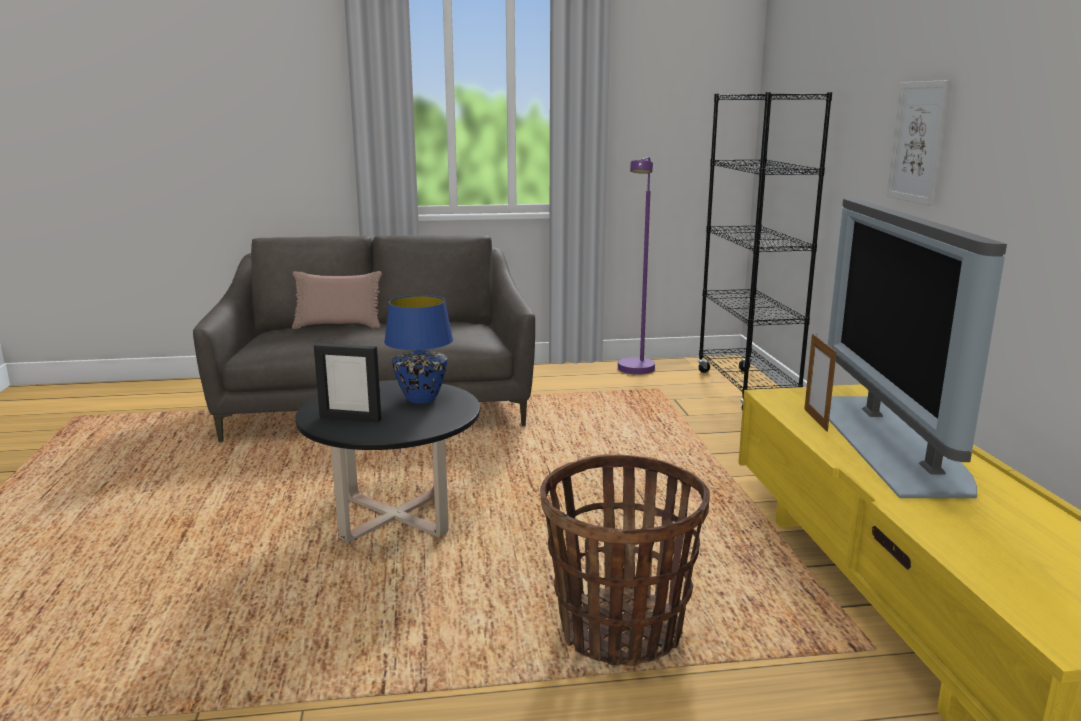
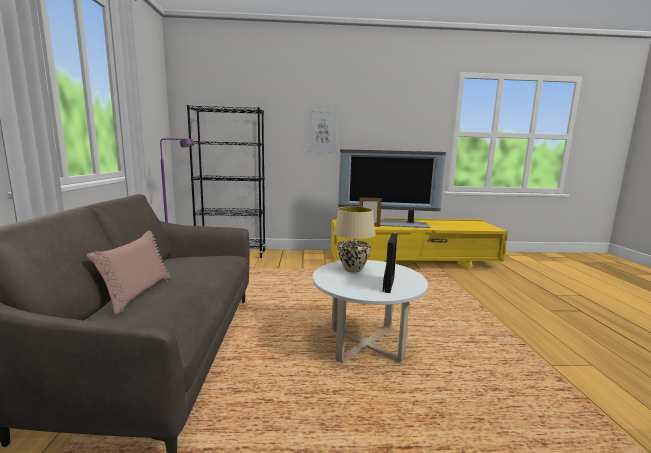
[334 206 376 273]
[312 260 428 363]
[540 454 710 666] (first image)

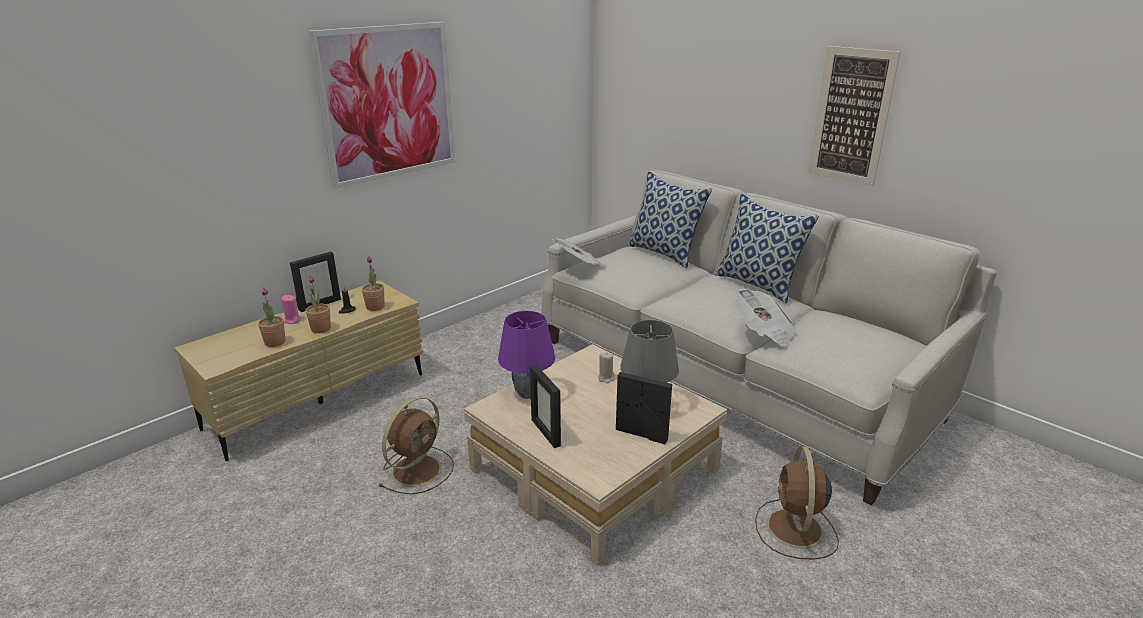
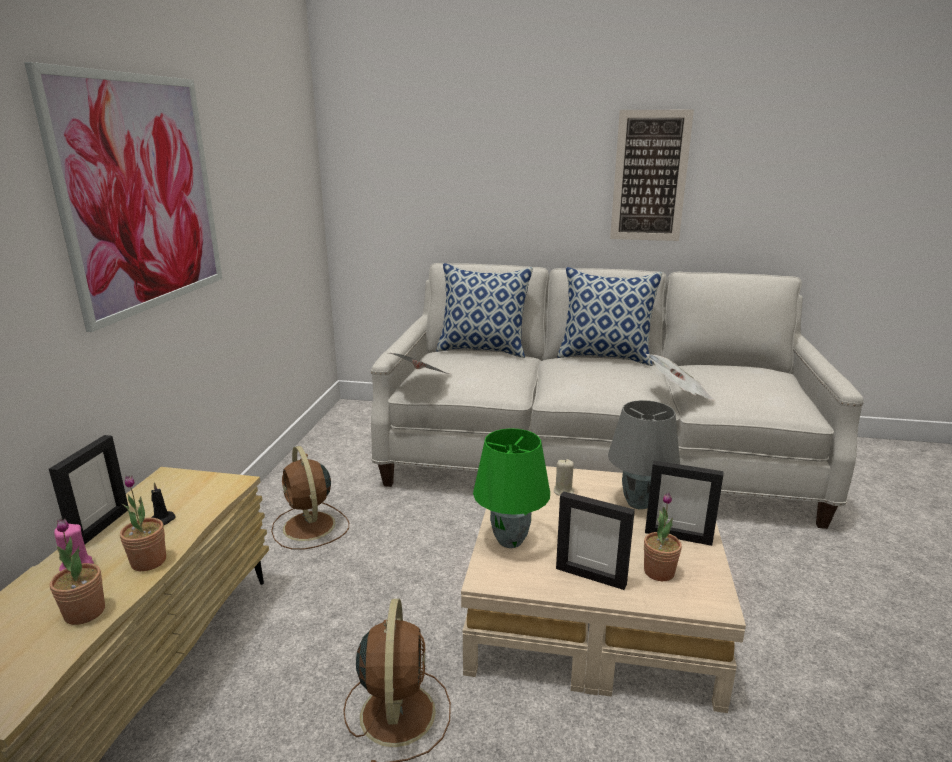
[644 492 682 581]
[473 428 550 548]
[645 460 723 546]
[271 446 349 550]

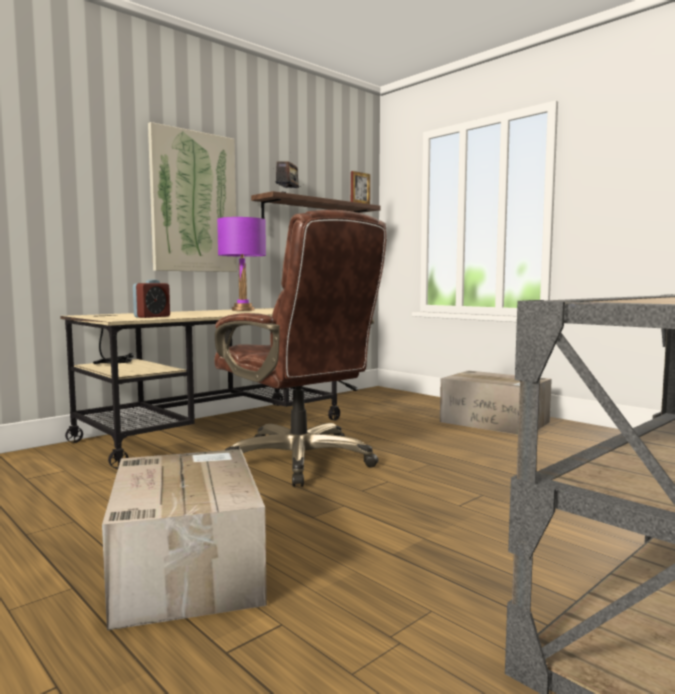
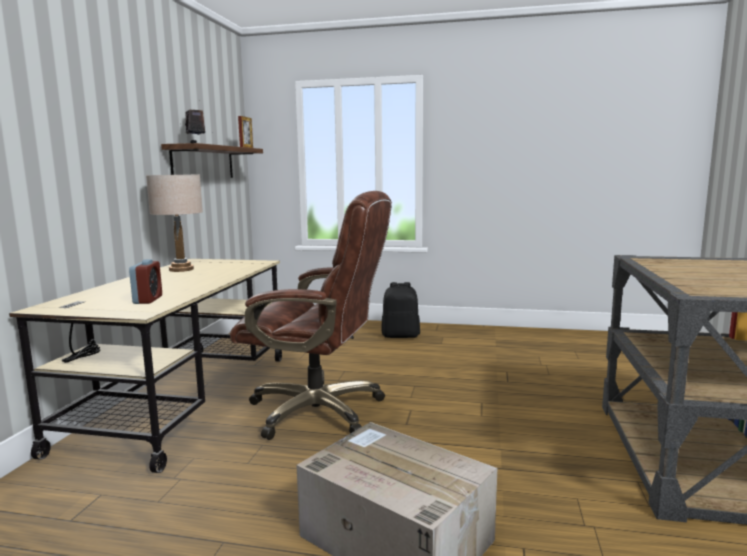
[148 122 237 272] (first image)
[146 175 203 272]
[381 282 420 338]

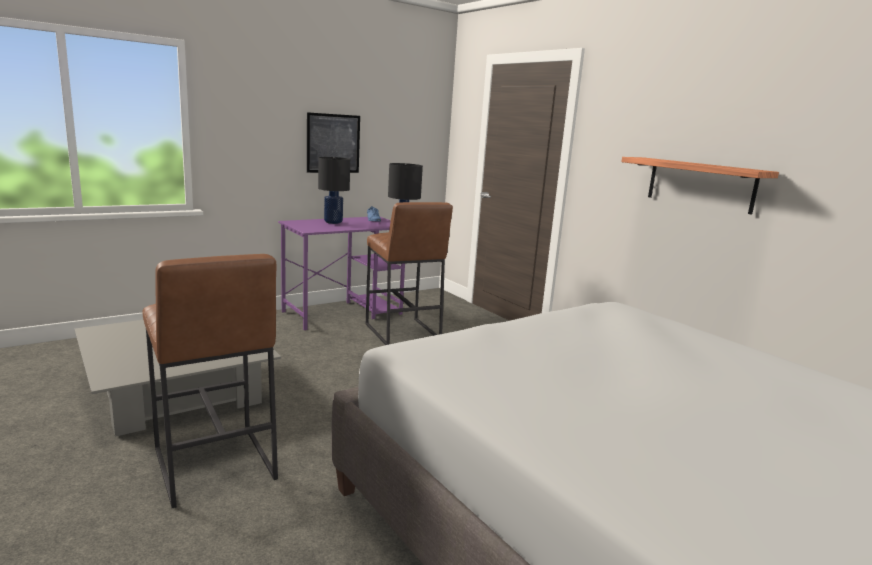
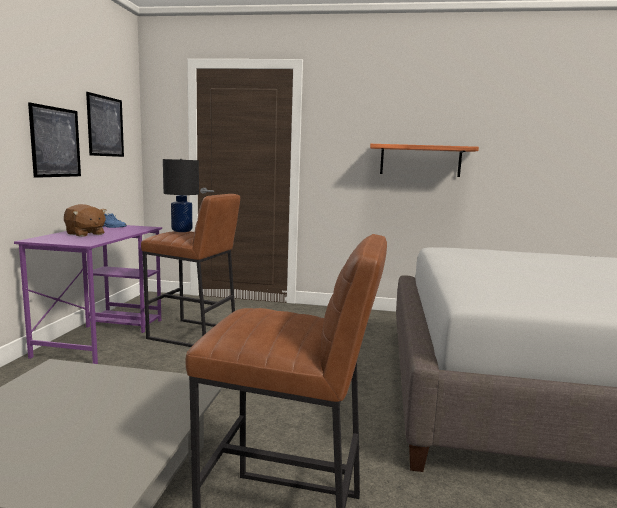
[64 204 107 237]
[86 92 124 157]

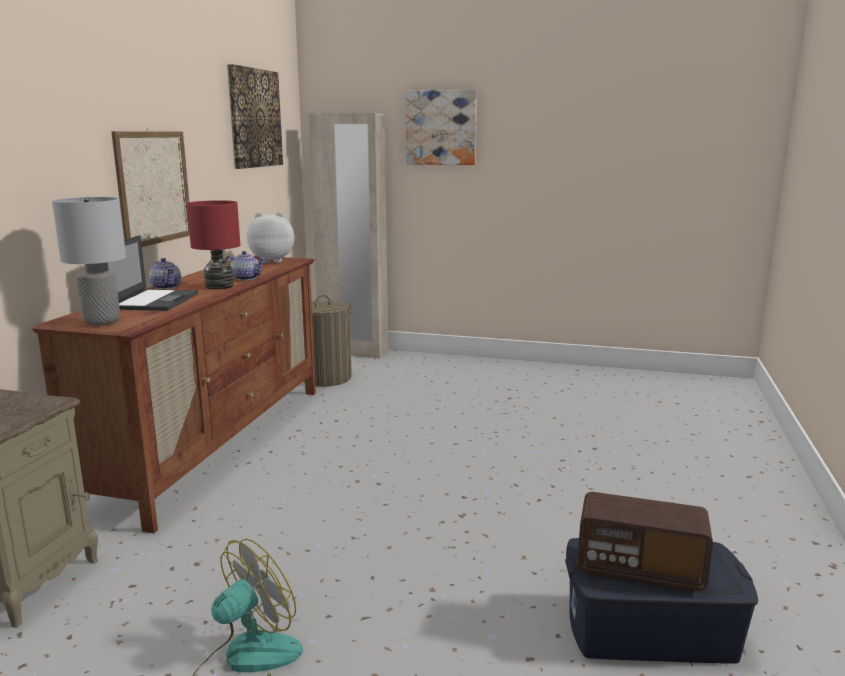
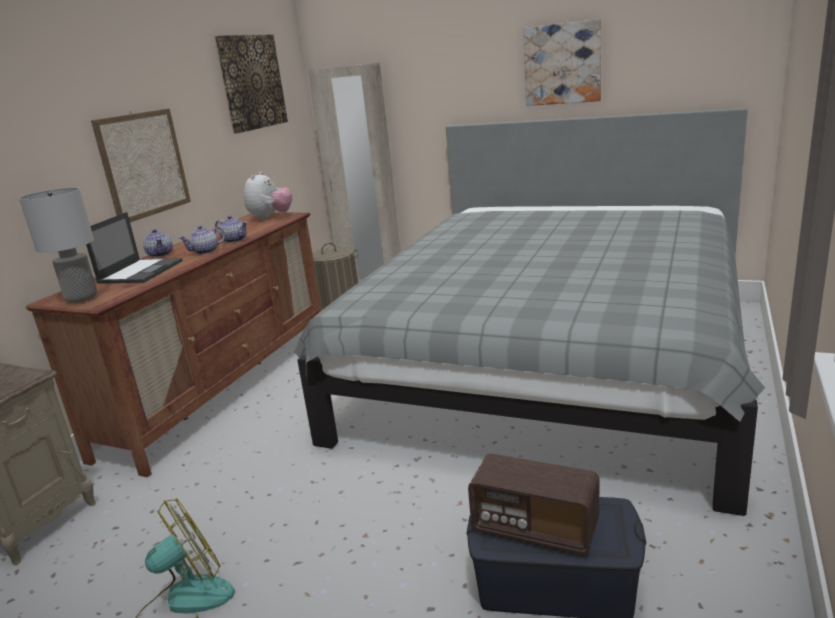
[523 19 601 106]
[179 226 225 254]
[244 171 292 220]
[294 108 765 516]

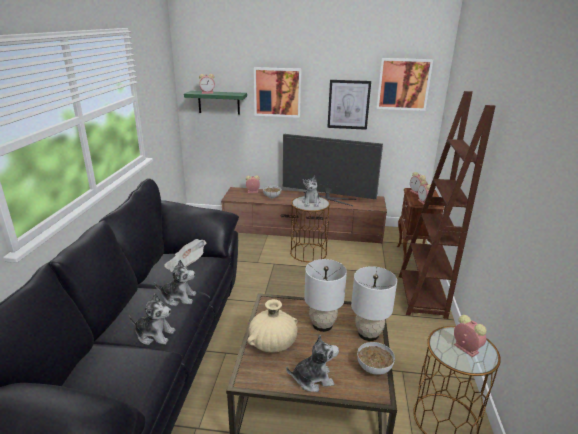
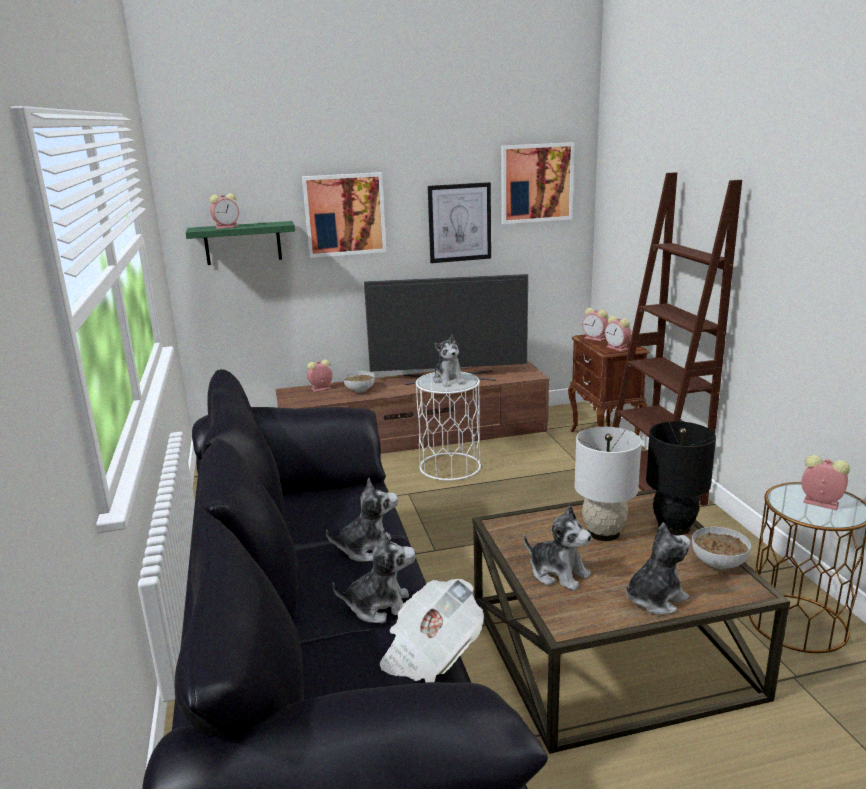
[416 372 481 481]
[380 579 484 683]
[646 421 716 535]
[524 506 592 591]

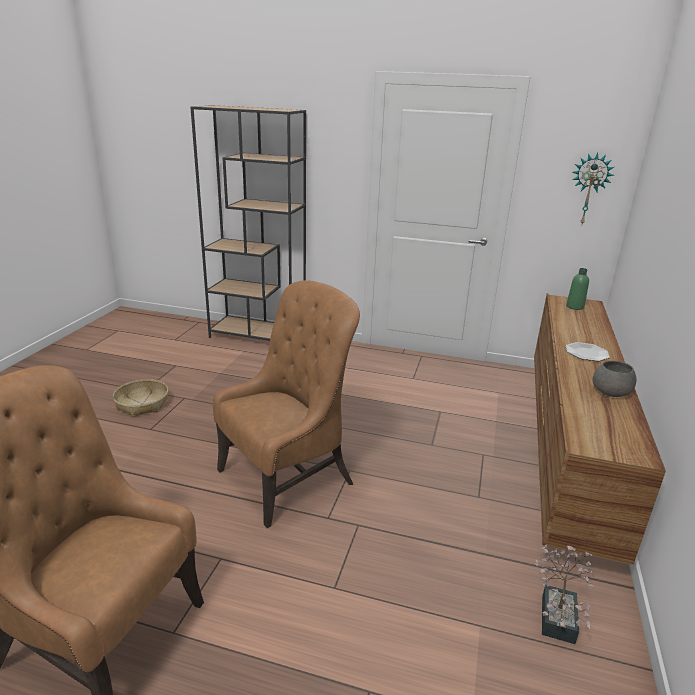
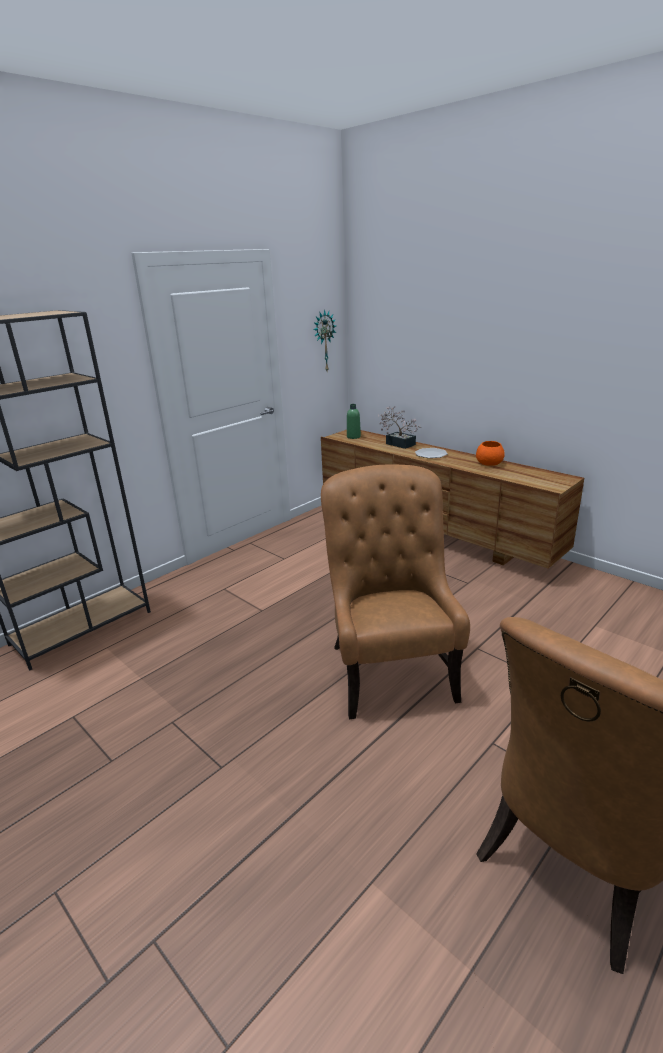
[476 441 505 466]
[113 379 168 417] (first image)
[378 406 422 449]

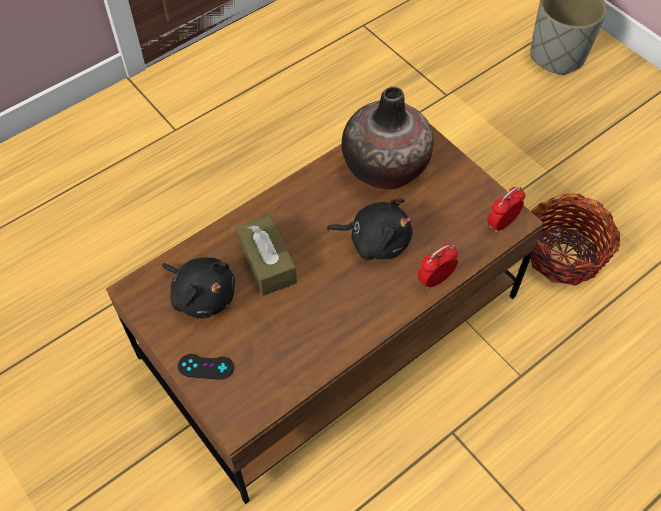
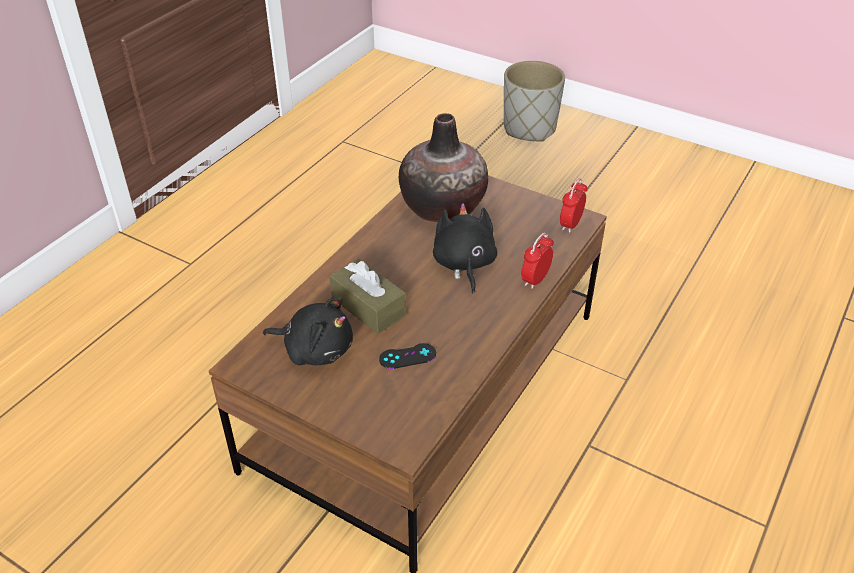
[530 194 620 286] (first image)
[433 203 497 294]
[379 343 436 369]

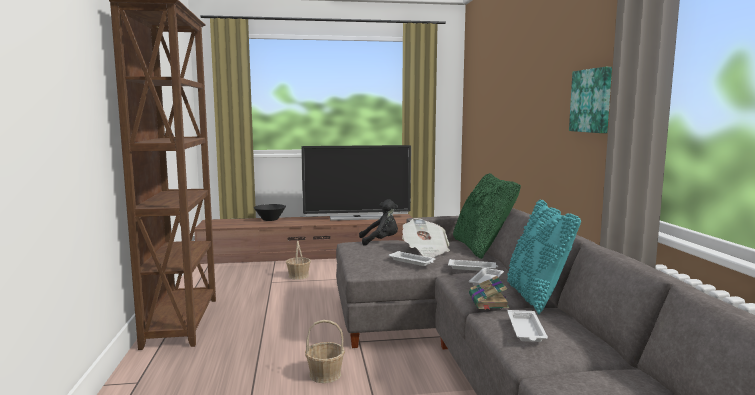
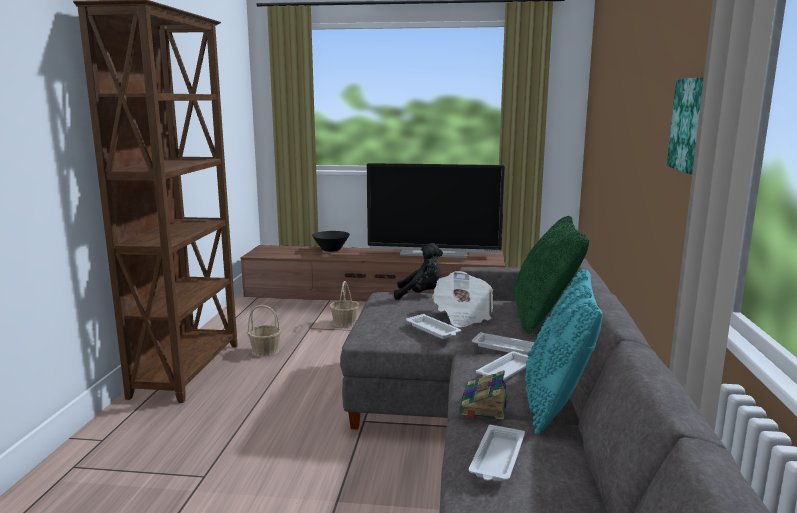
[247 305 281 357]

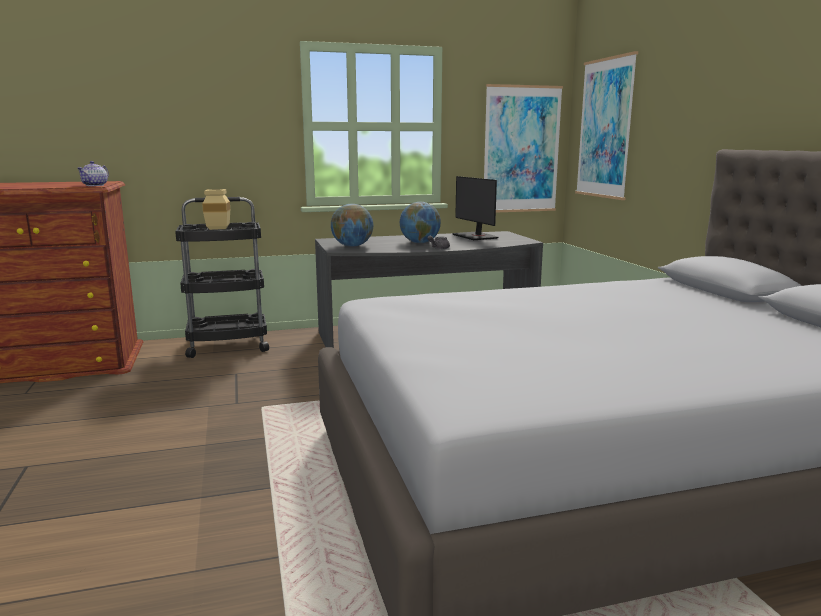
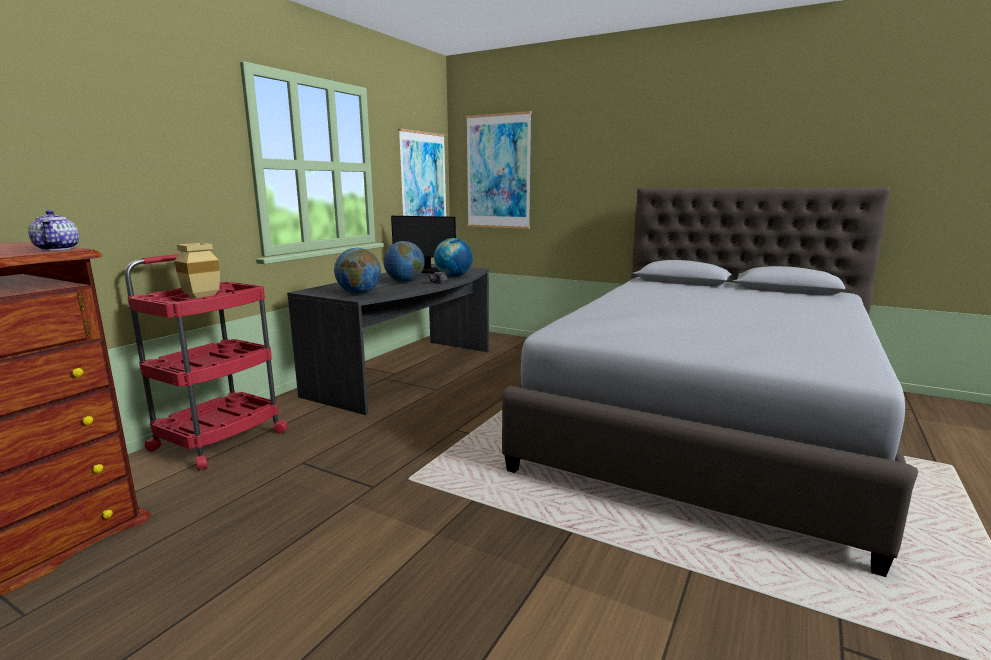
[125 254 288 470]
[434 238 473 277]

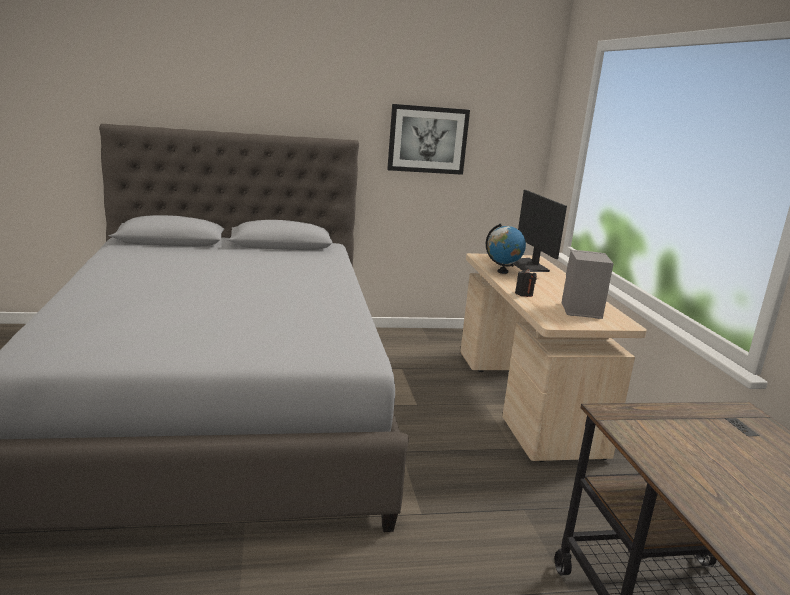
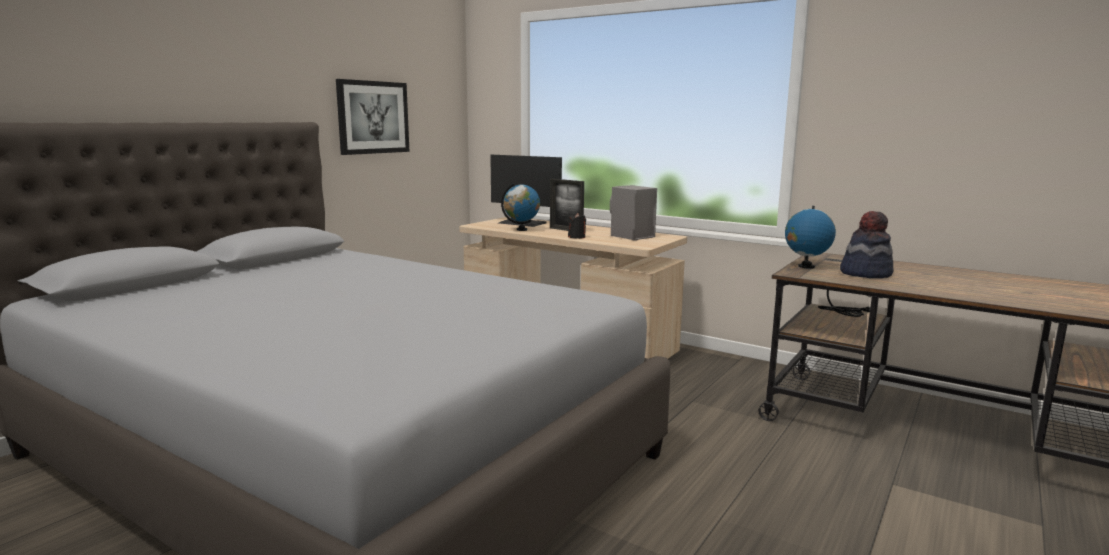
[550 179 584 231]
[785 206 836 269]
[840 211 894 278]

